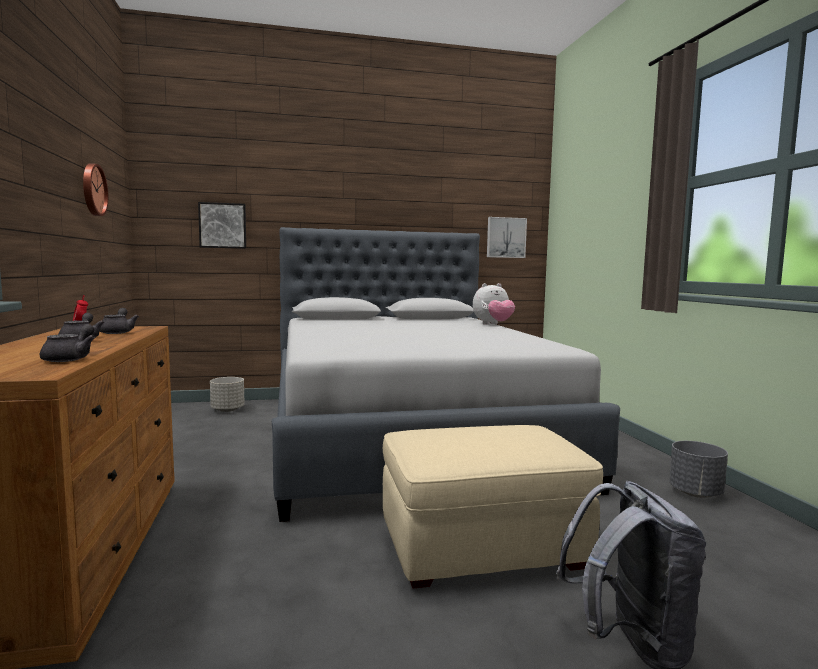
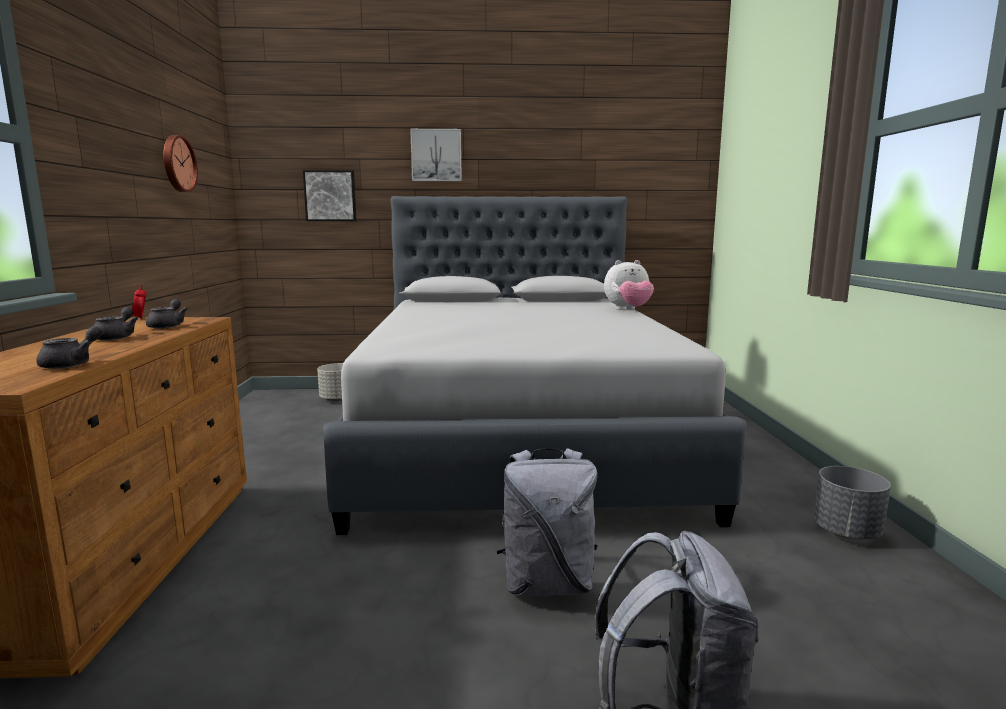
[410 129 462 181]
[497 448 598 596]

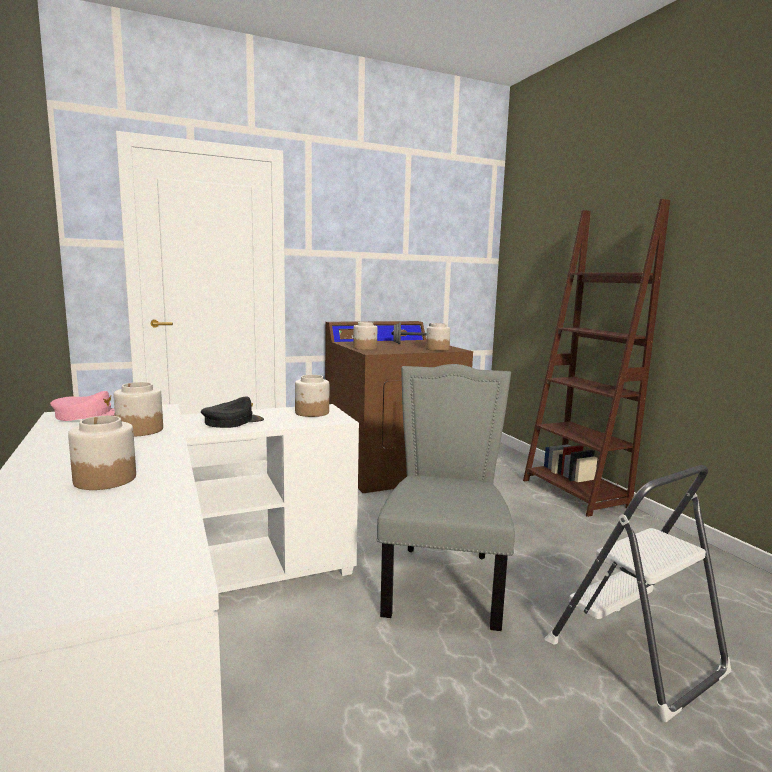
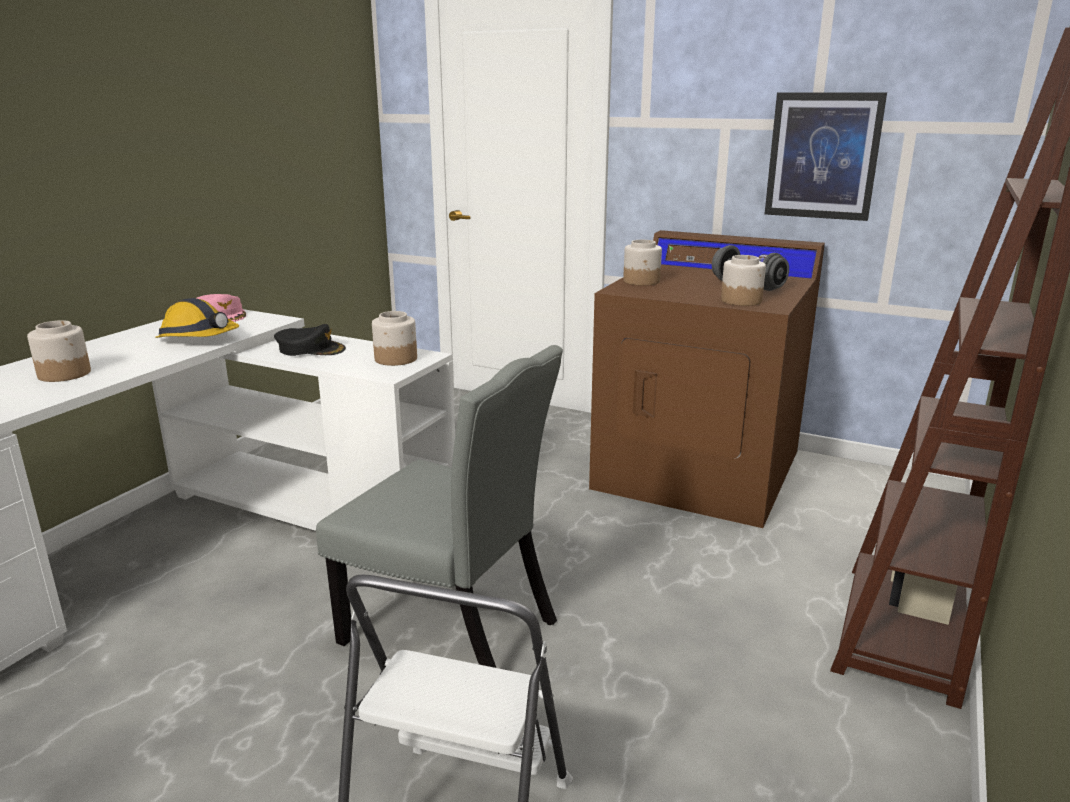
[316 345 563 668]
[155 298 239 338]
[765 92 887 221]

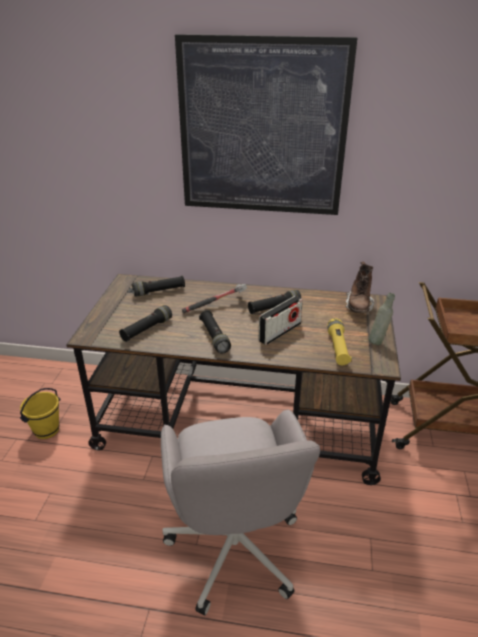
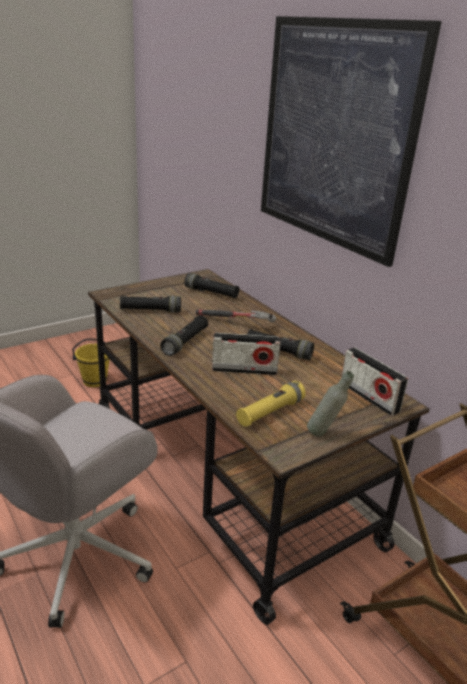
[341 347 408 416]

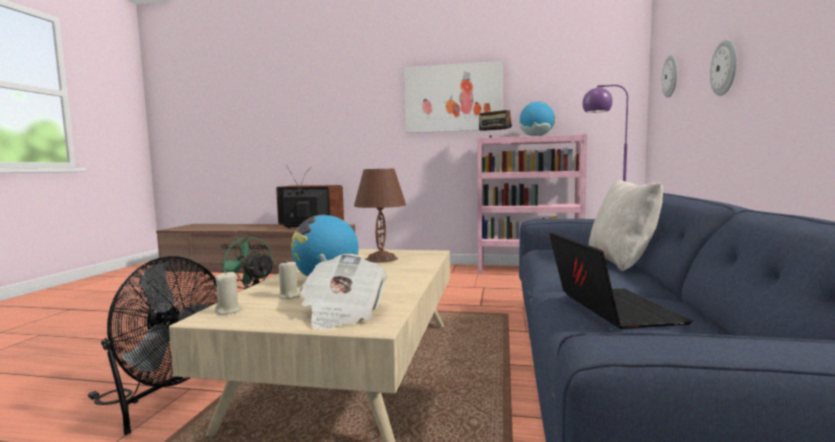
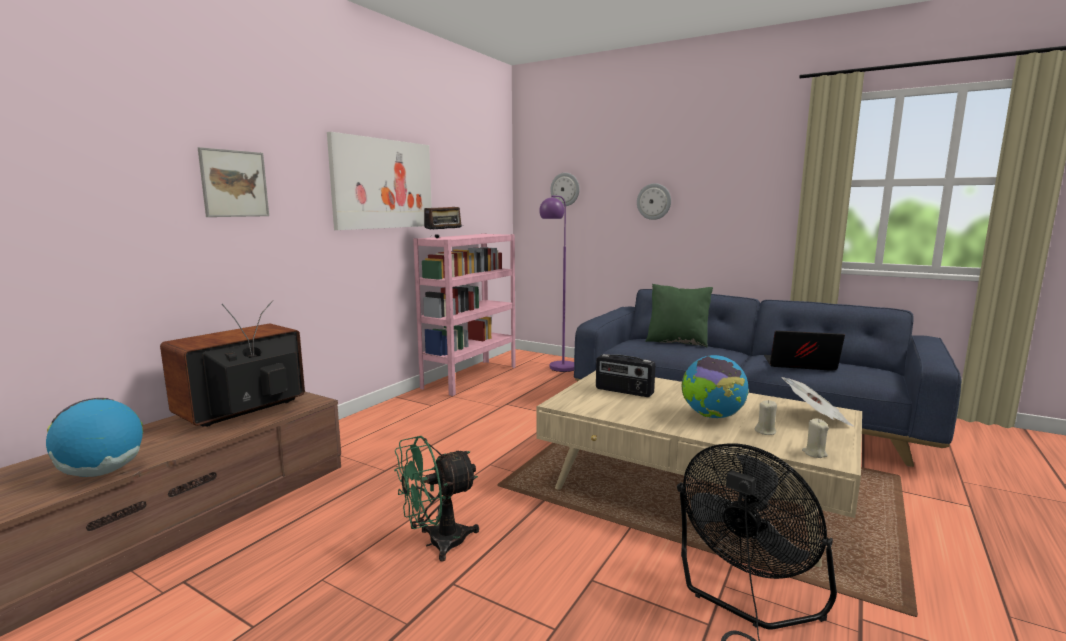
[46 398 143 477]
[596 354 655 397]
[645 284 713 347]
[198 147 269 217]

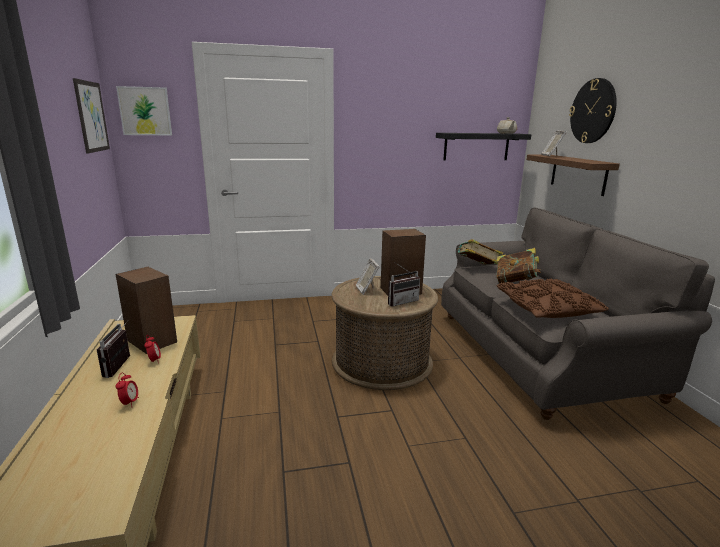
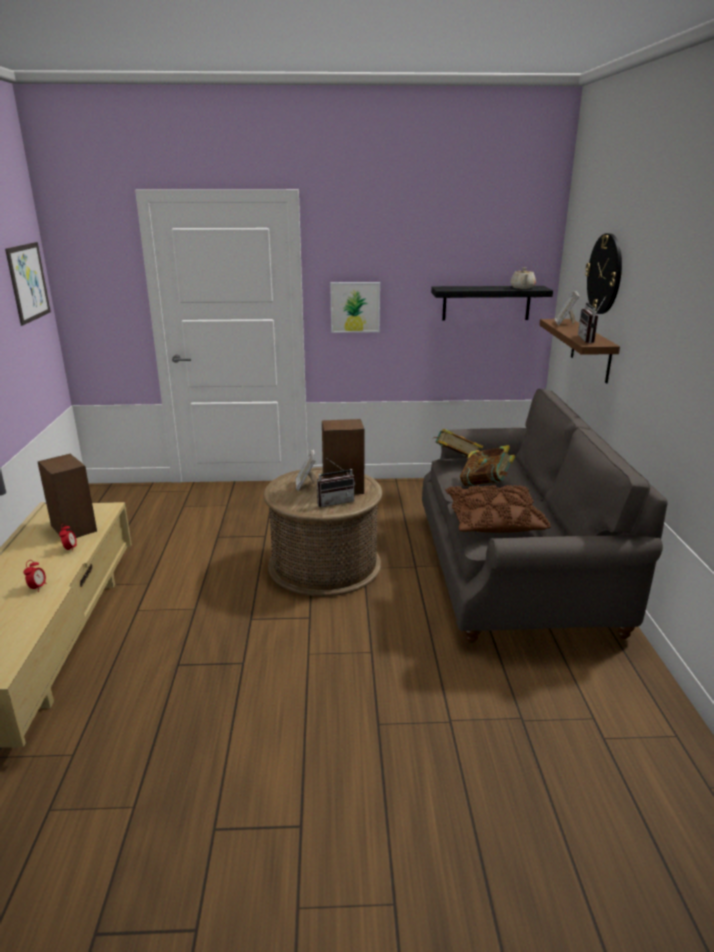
[330 282 380 333]
[578 296 606 343]

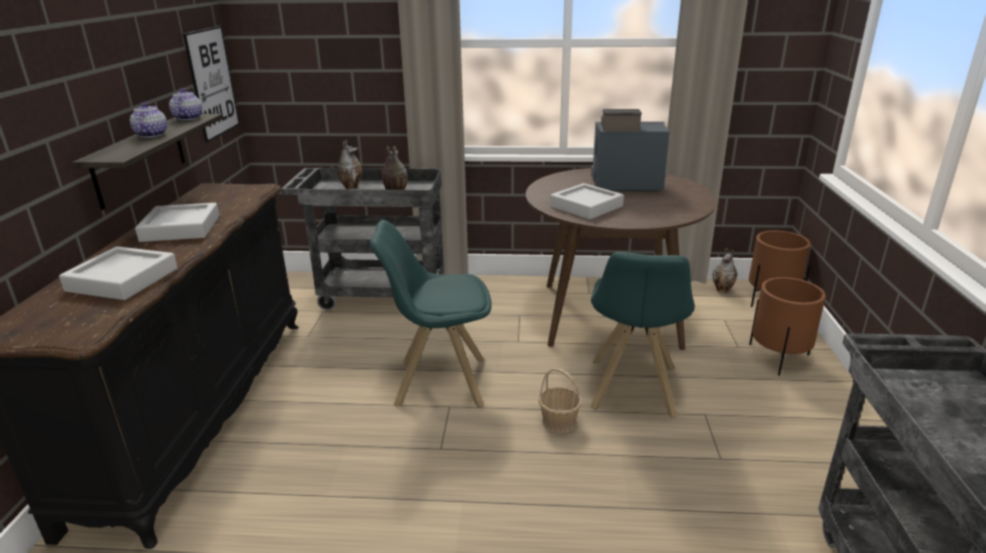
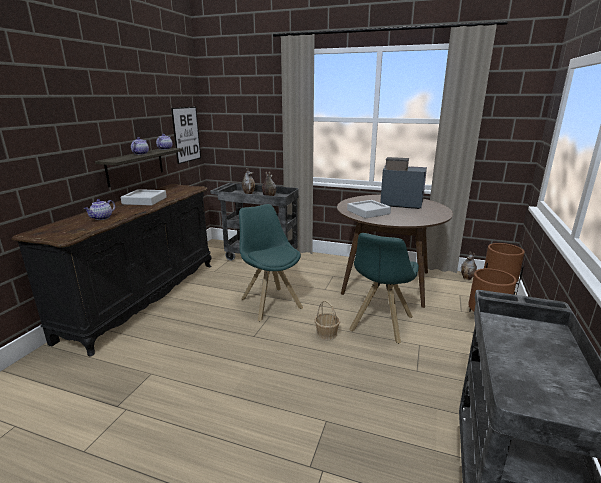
[239 204 303 322]
[84 199 115 220]

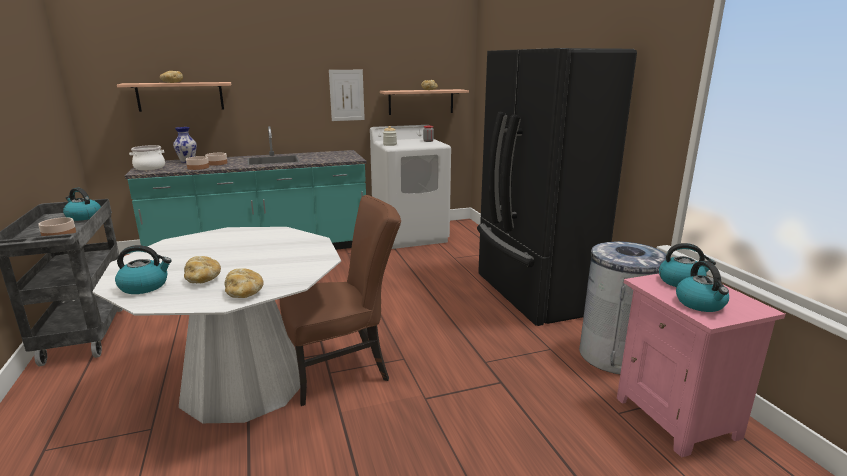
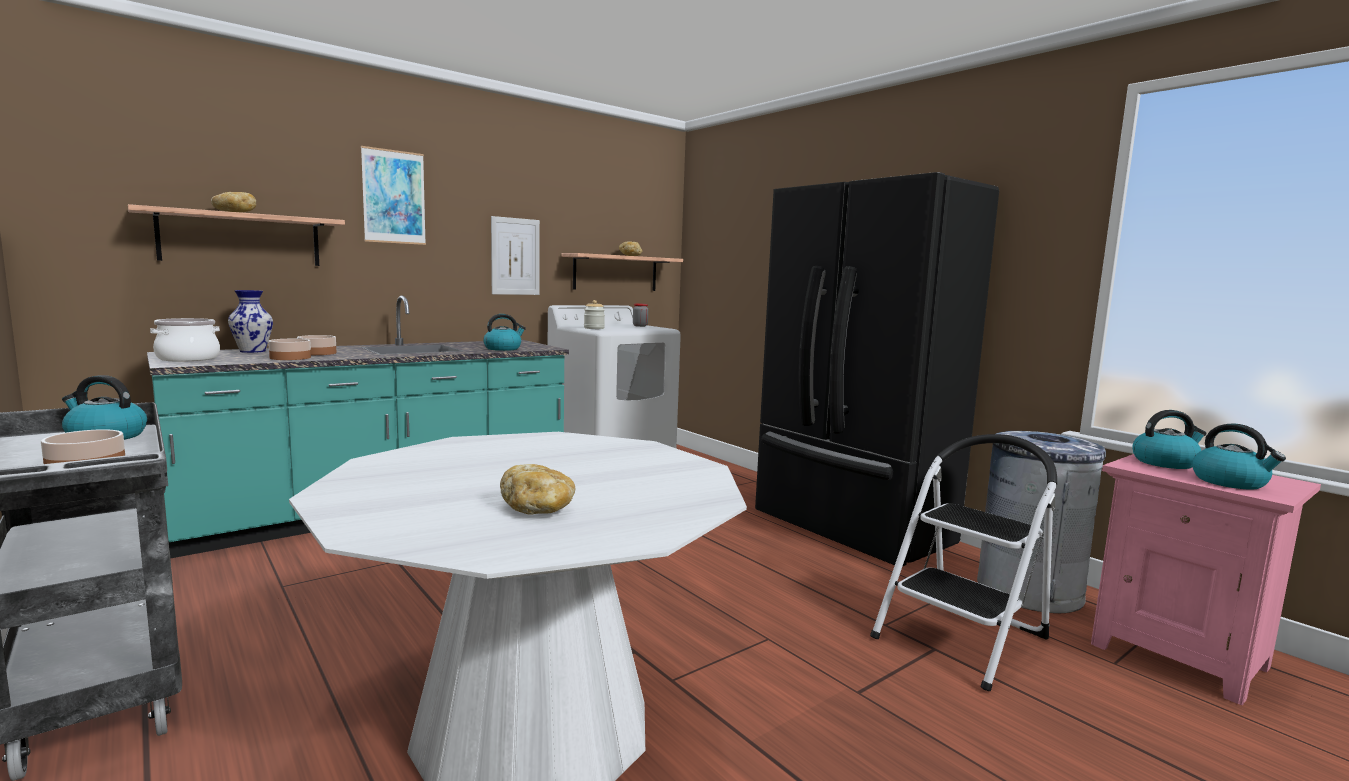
[280 195 401 406] (first image)
[483 314 526 351]
[225 268 264 298] (first image)
[361 146 426 245]
[870 434 1057 691]

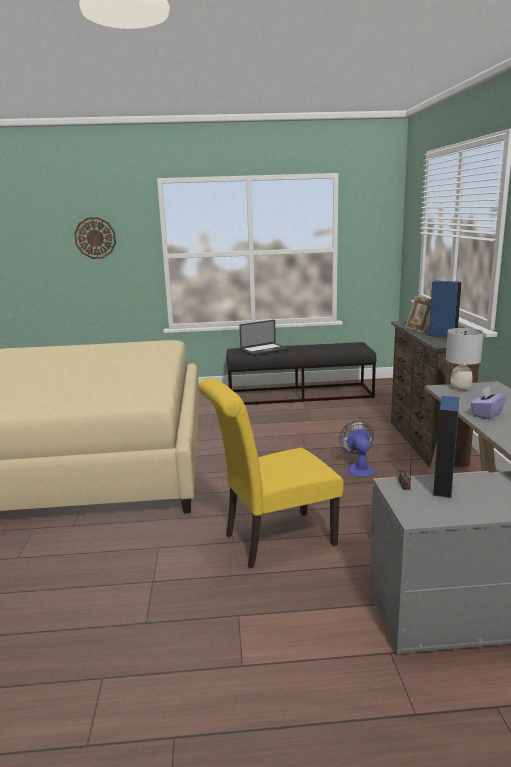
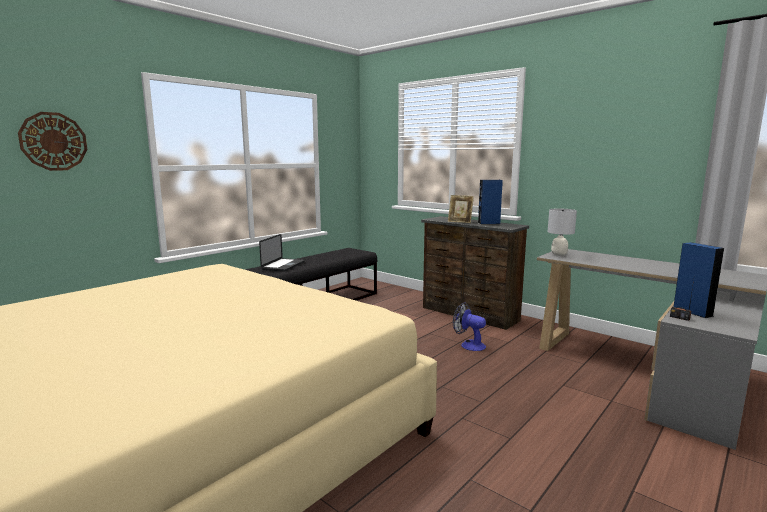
[199 378 344 569] (first image)
[471 386 506 420] (first image)

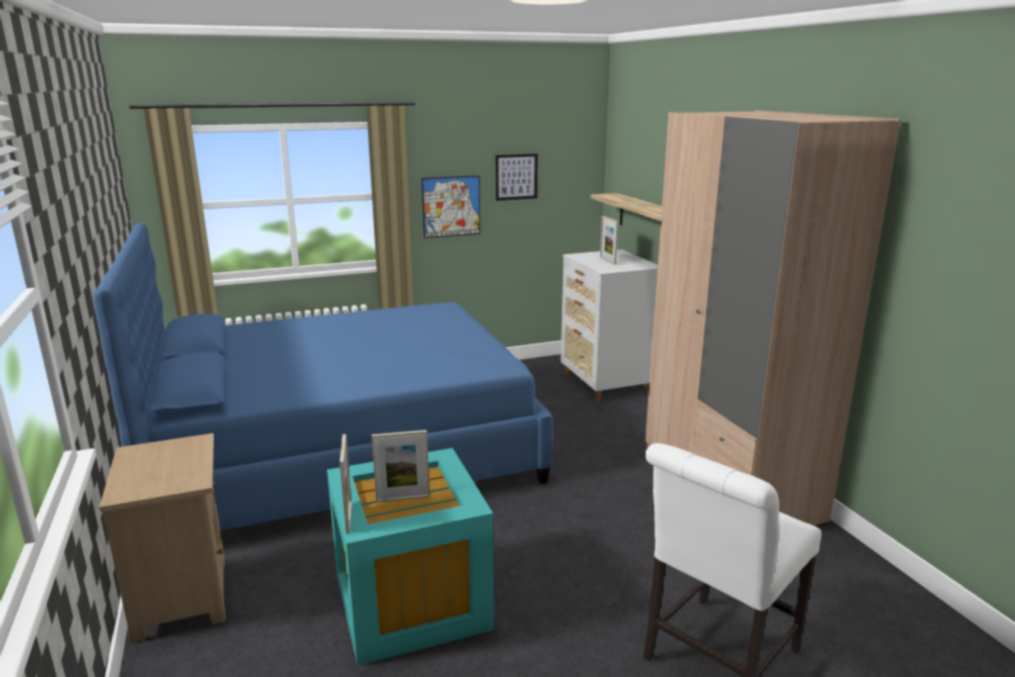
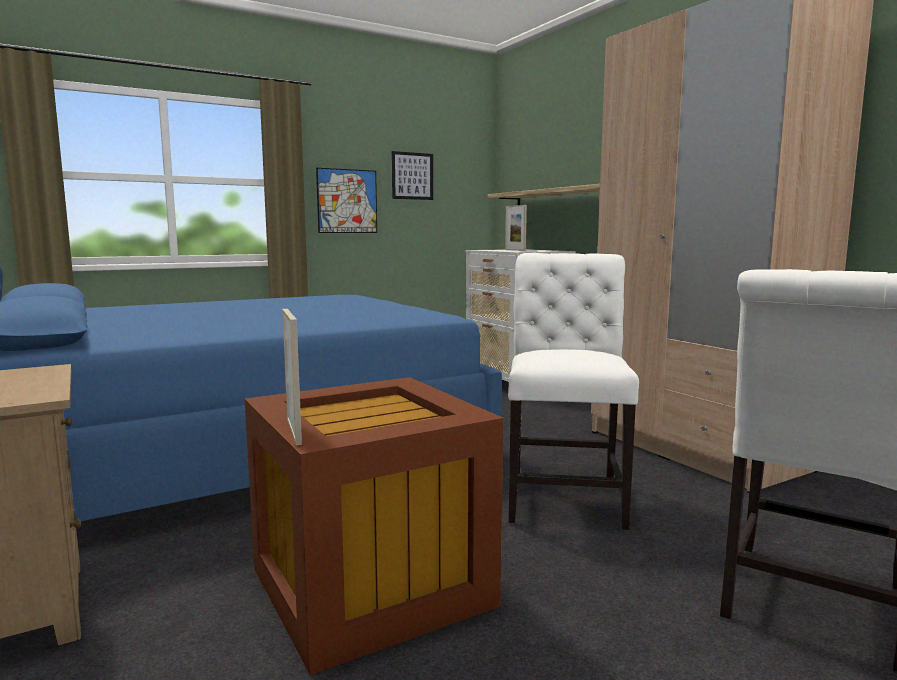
[372 430 430 503] (first image)
[245 377 503 675]
[508 253 639 530]

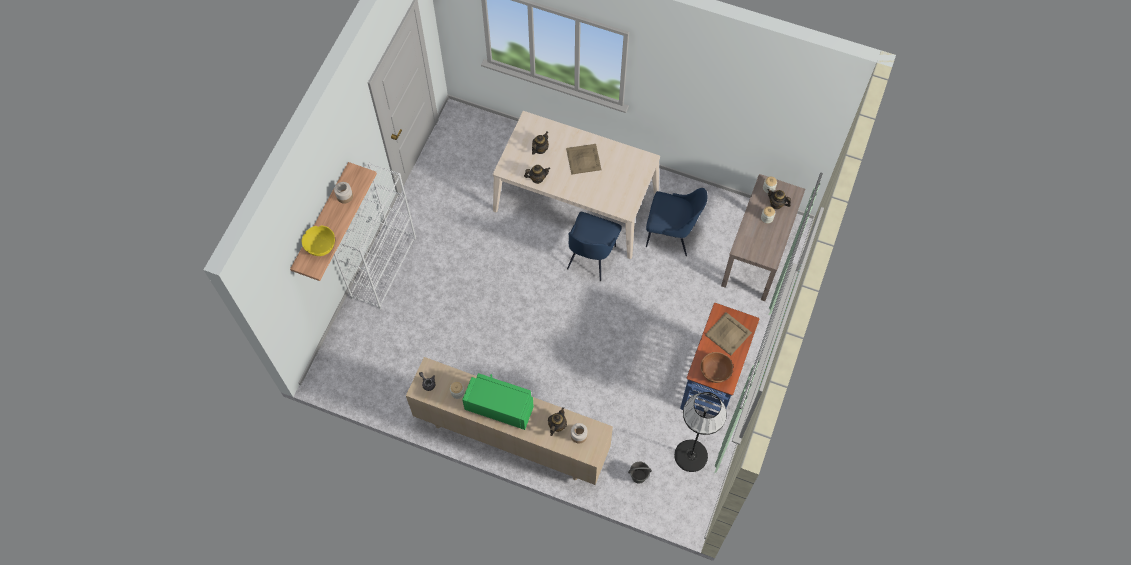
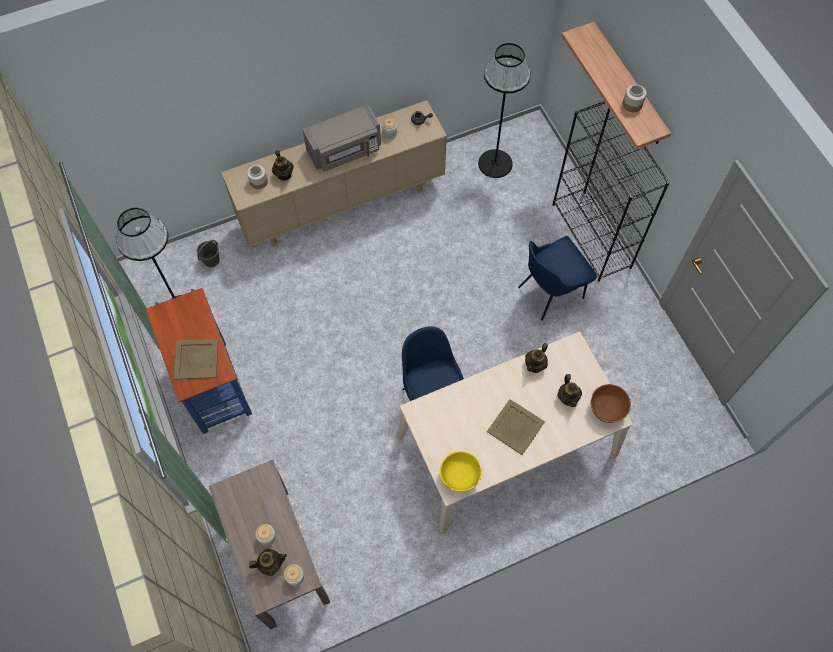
[553 101 670 282]
[518 236 597 321]
[440 451 482 492]
[590 384 631 423]
[303 105 381 172]
[478 43 531 178]

